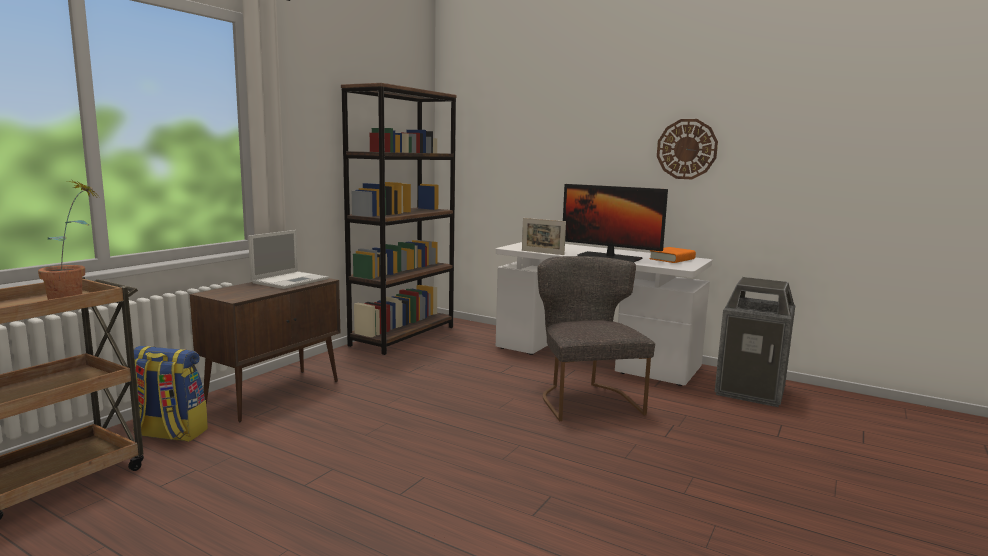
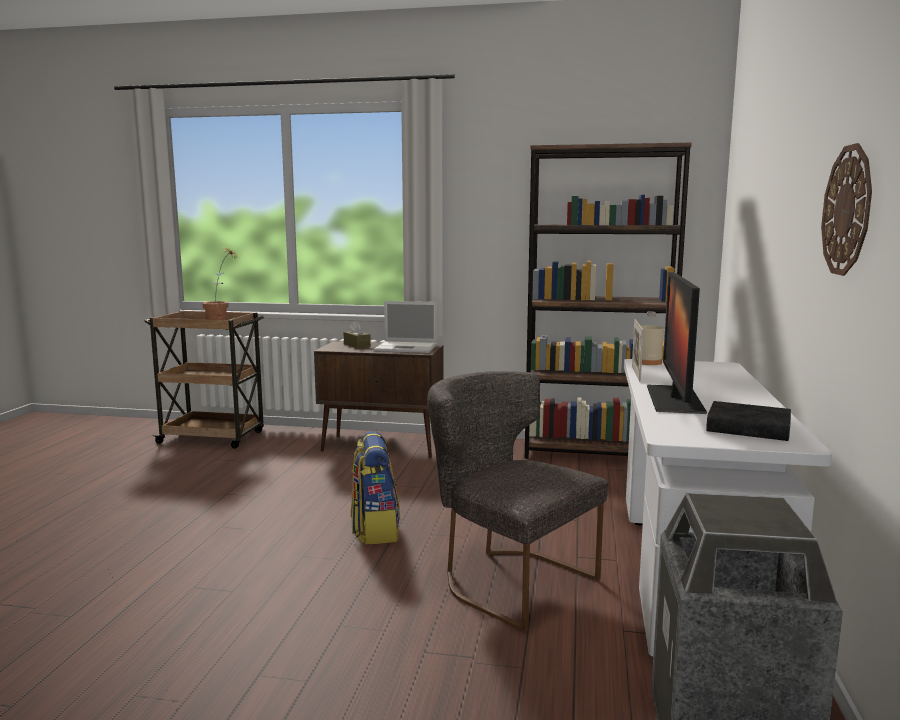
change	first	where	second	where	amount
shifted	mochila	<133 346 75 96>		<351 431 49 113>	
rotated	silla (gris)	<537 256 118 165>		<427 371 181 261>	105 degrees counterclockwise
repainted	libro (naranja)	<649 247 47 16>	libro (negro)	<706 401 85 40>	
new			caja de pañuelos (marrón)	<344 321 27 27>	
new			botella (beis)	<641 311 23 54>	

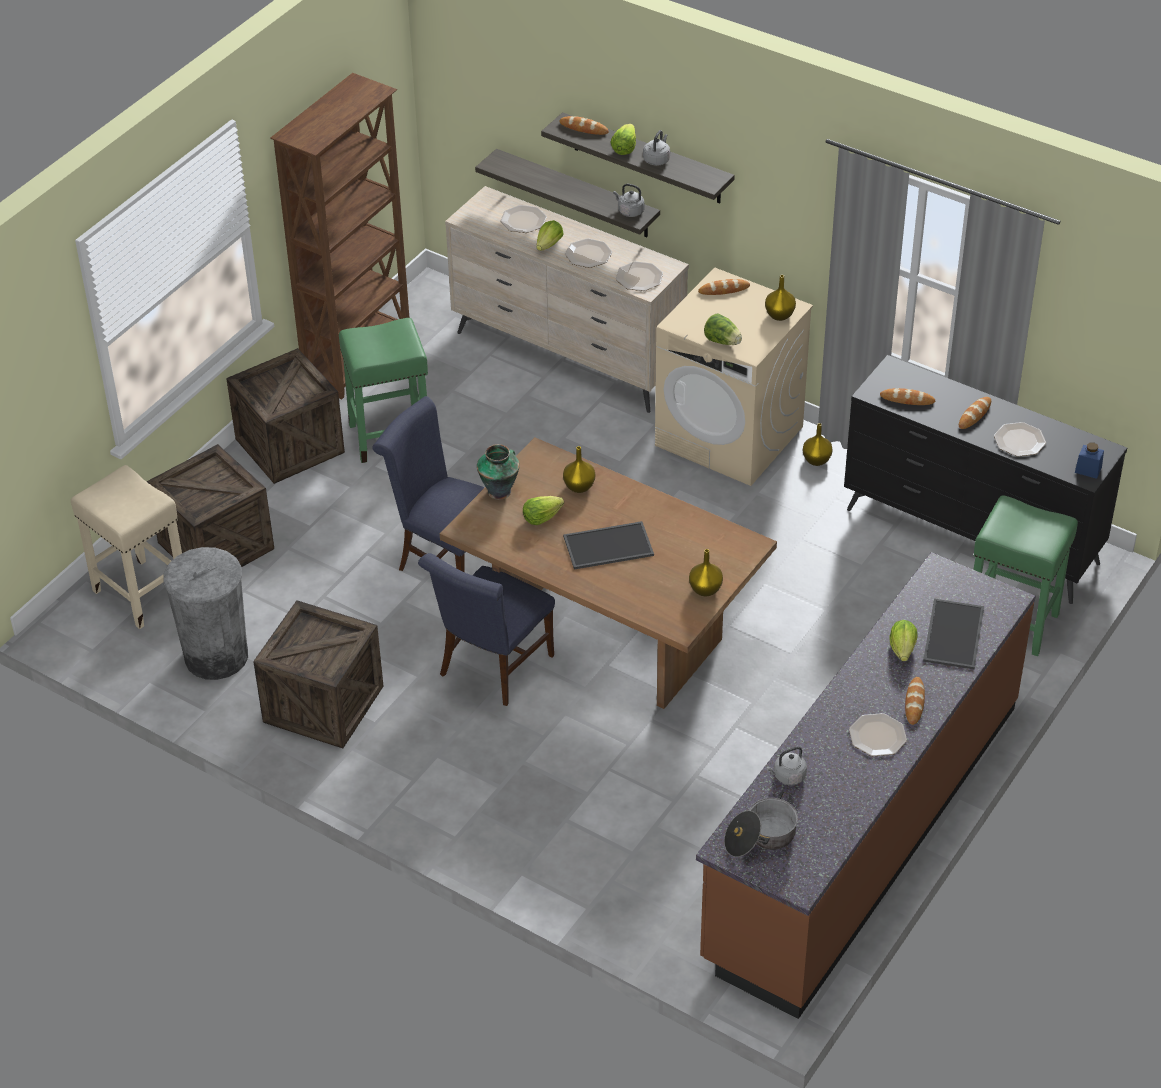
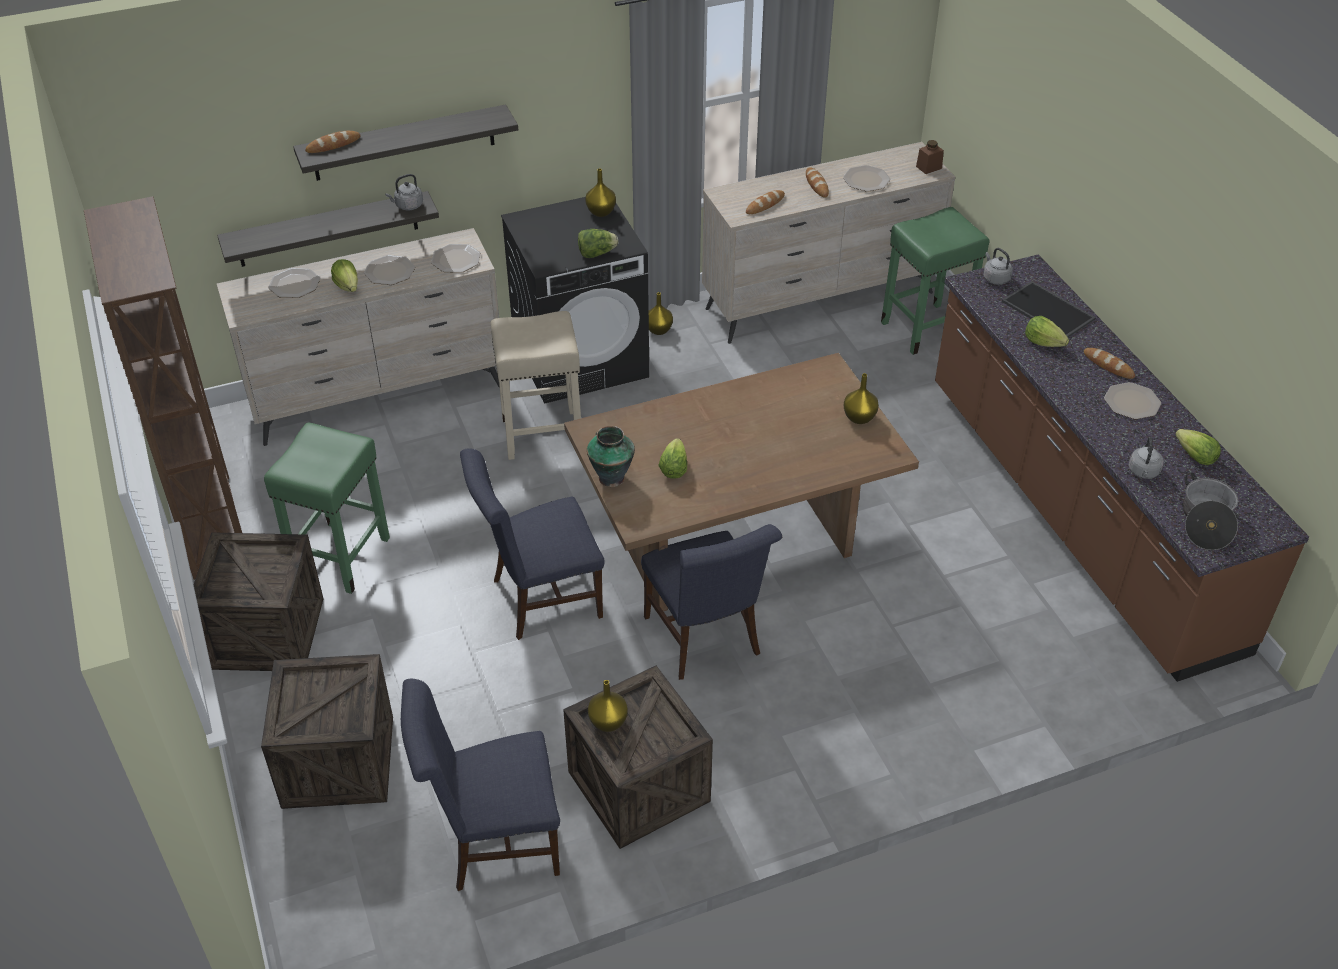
change	first	where	second	where	amount
shifted	taburete (beis)	<71 465 111 164>		<490 311 91 149>	
swapped	papelera (gris)	<163 547 85 133>	silla (azul)	<401 679 159 212>	
shifted	florero (amarillo)	<563 446 32 47>		<588 680 40 52>	
gone	bandeja	<563 521 91 49>			
shifted	lechuga	<610 124 26 31>		<1175 429 46 36>	
shifted	hervidor (gris)	<643 130 27 36>		<983 248 30 37>	
repainted	lavadora (beis)	<655 267 158 219>	lavadora (negro)	<501 197 148 206>	
gone	pan	<698 279 52 16>			
repainted	cómoda (negro)	<844 355 283 249>	cómoda (beis)	<702 142 253 202>	
repainted	tarro (azul)	<1075 442 29 37>	tarro (marrón)	<916 140 28 34>	

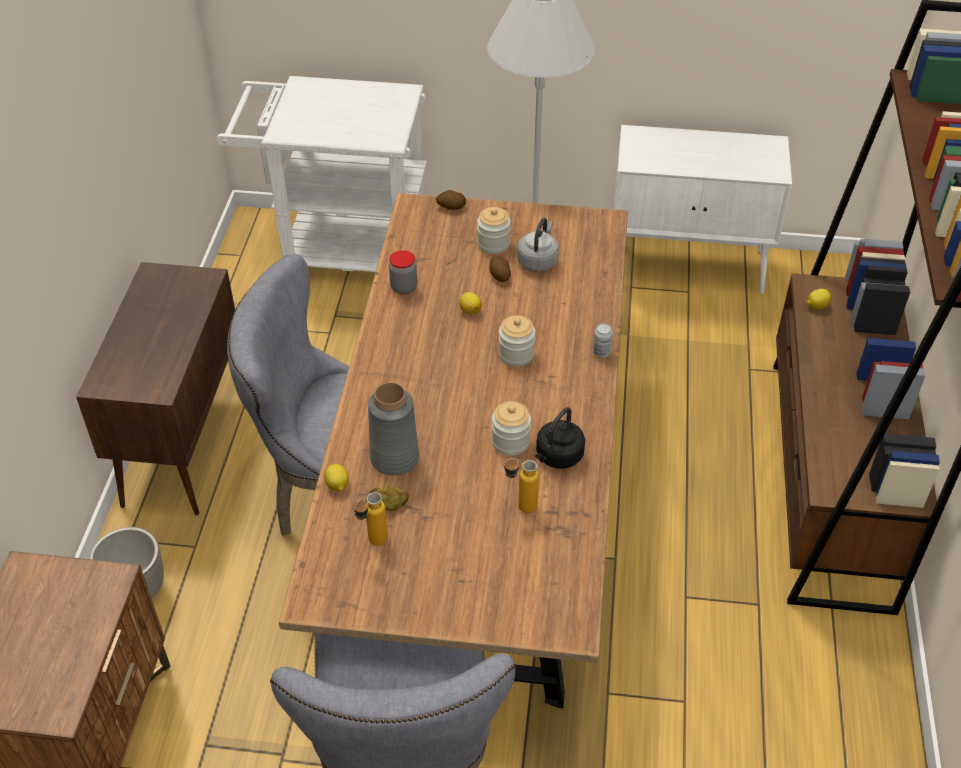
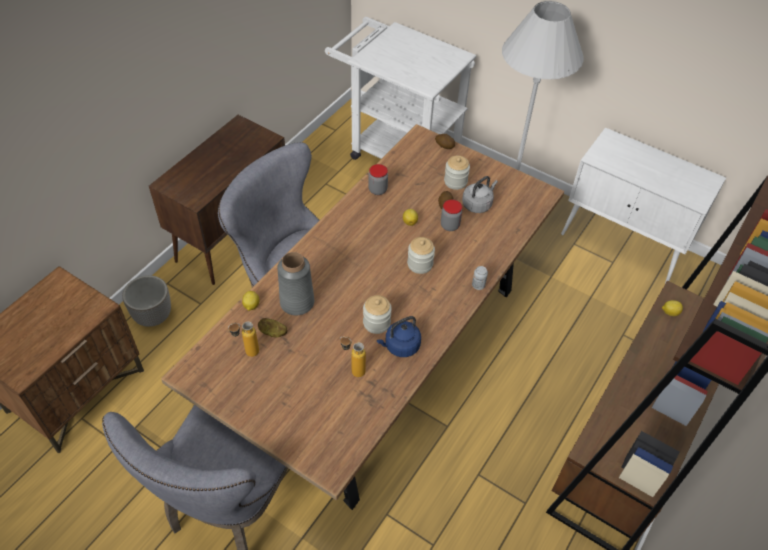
change	first	where	second	where	amount
repainted	hervidor (negro)	<535 407 50 62>	hervidor (azul)	<377 316 44 41>	
new			tarro	<441 200 21 31>	

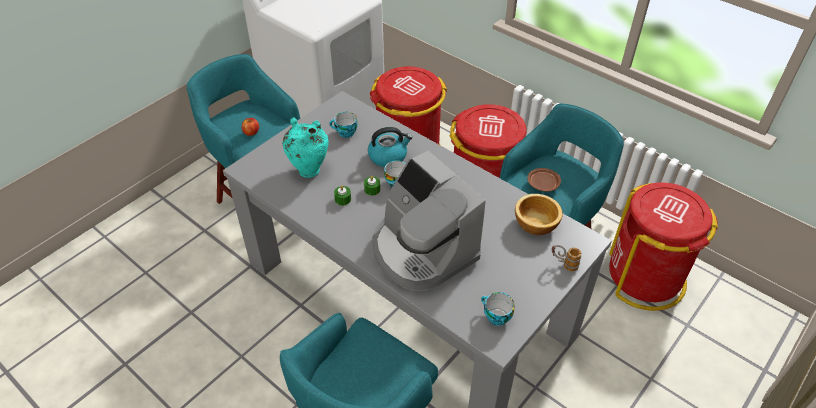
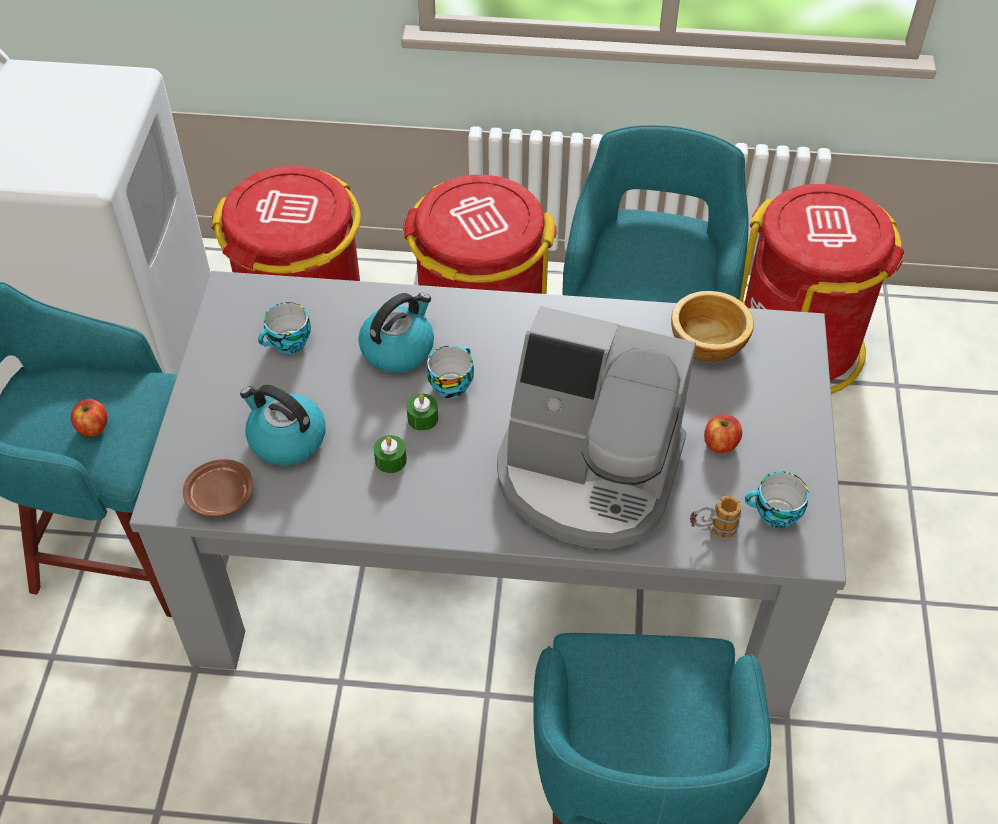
change	first	where	second	where	amount
swapped	florero (turquesa)	<283 117 46 61>	hervidor	<240 385 86 80>	
shifted	plato (marrón)	<527 168 34 24>		<183 459 70 58>	
shifted	taza grande	<552 245 29 26>		<690 496 52 42>	
new			manzana	<704 414 38 39>	

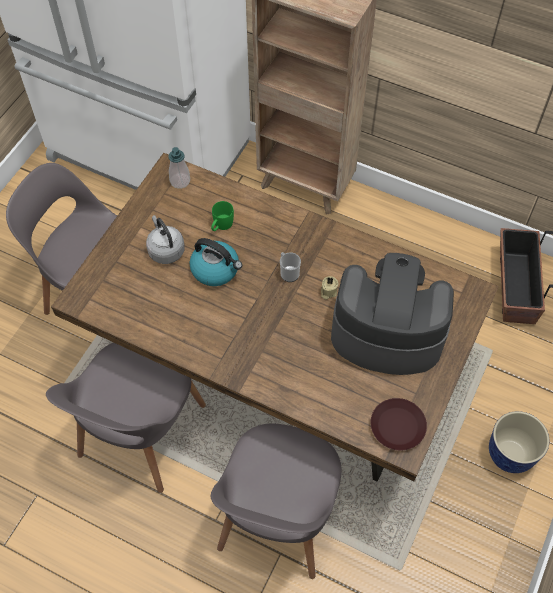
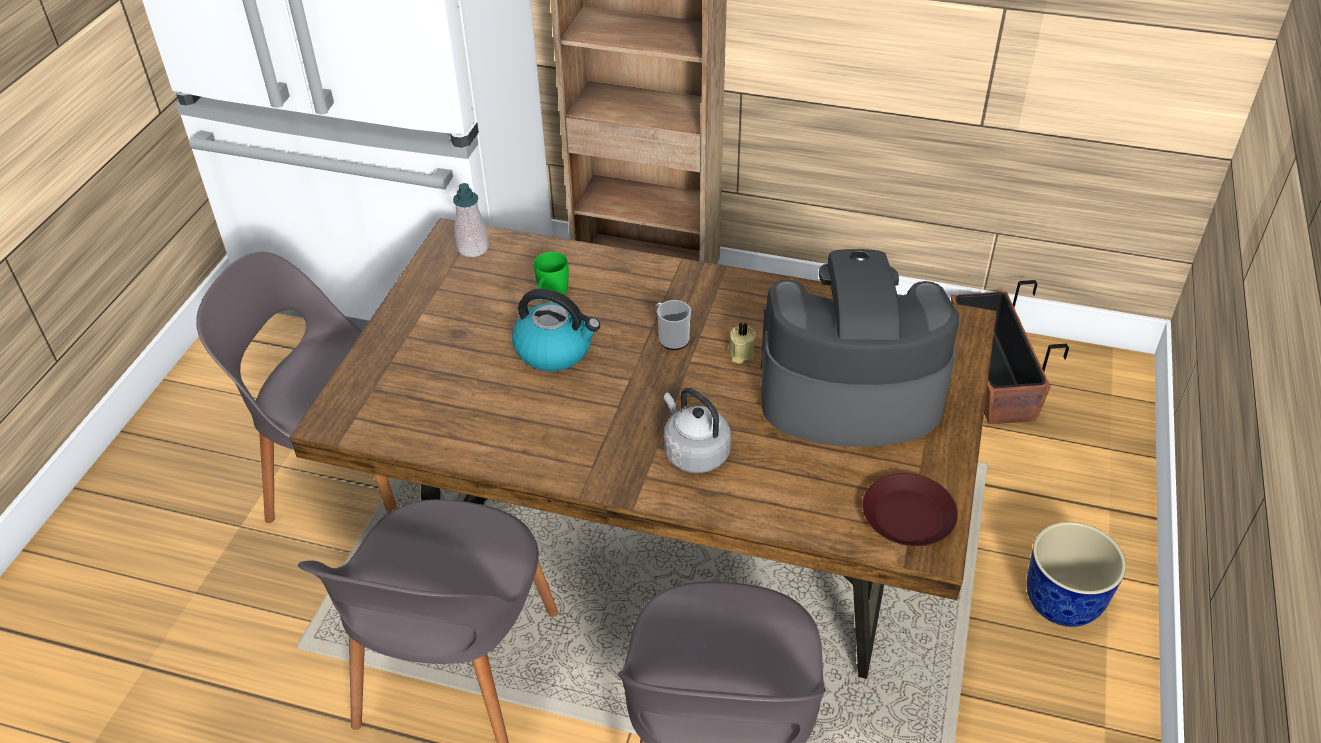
change	first	where	second	where	amount
shifted	hervidor (gris)	<146 215 39 49>		<664 388 67 85>	

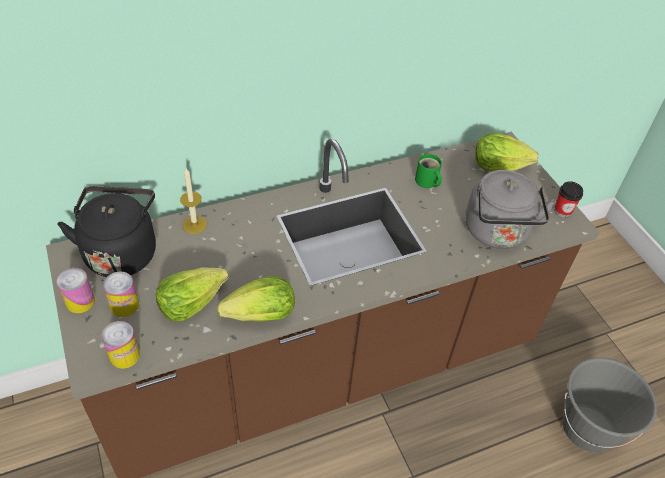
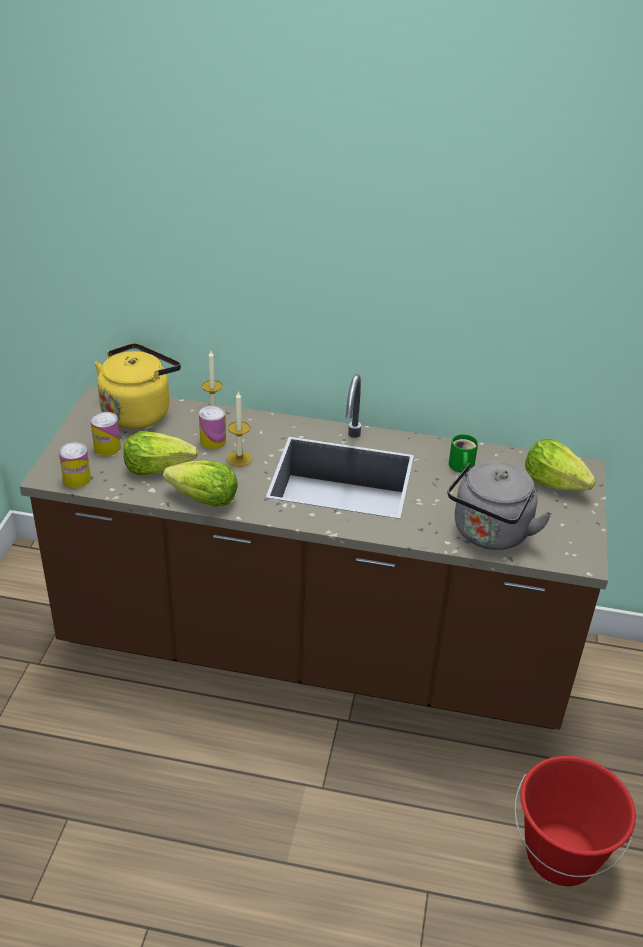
change	first	where	second	where	amount
shifted	lata	<57 268 38 45>		<199 406 27 43>	
repainted	hervidor (negro)	<58 186 98 91>	hervidor (amarillo)	<95 343 86 86>	
gone	taza	<554 181 29 36>			
repainted	cubo (gris)	<563 358 94 94>	cubo (rojo)	<514 756 122 130>	
new			vela	<227 391 25 76>	

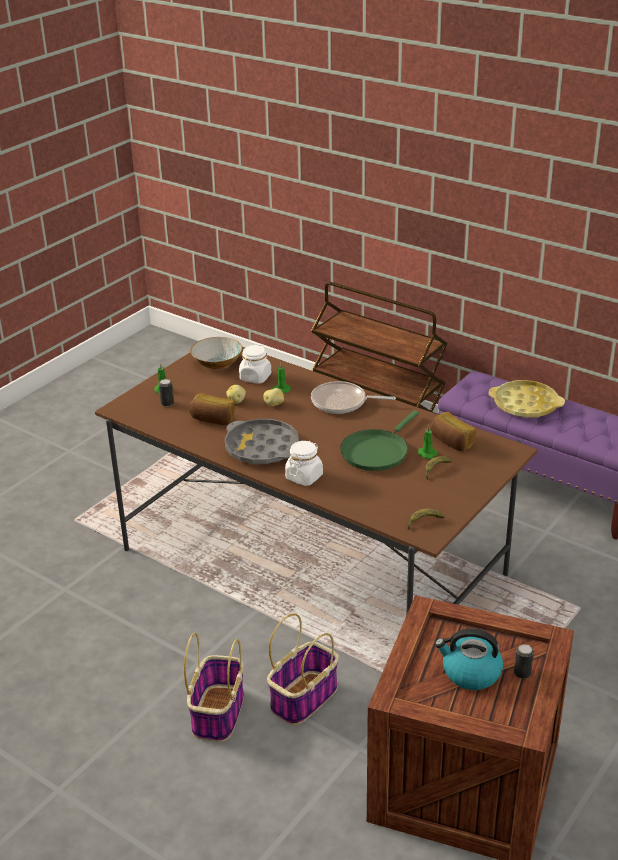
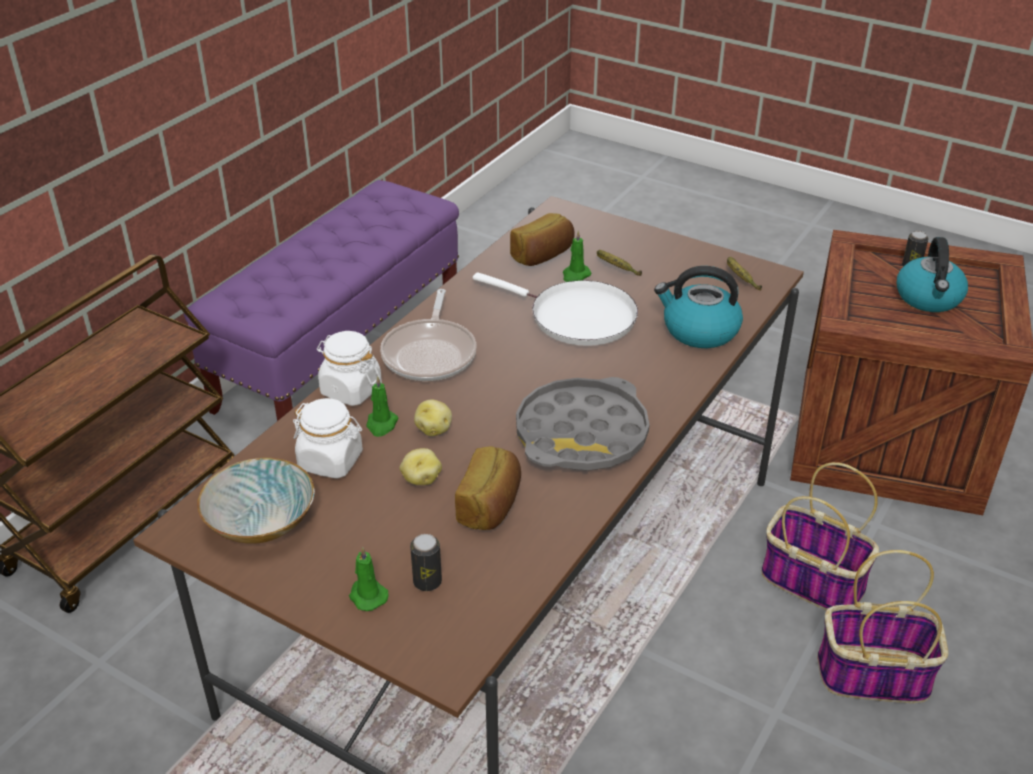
change	first	where	second	where	amount
shifted	tarro (blanco)	<285 441 38 45>		<317 331 65 75>	
repainted	sartén (verde)	<340 410 79 61>	sartén (blanco)	<473 272 165 74>	
gone	bandeja (amarillo)	<489 380 76 38>			
new			hervidor	<654 266 89 82>	

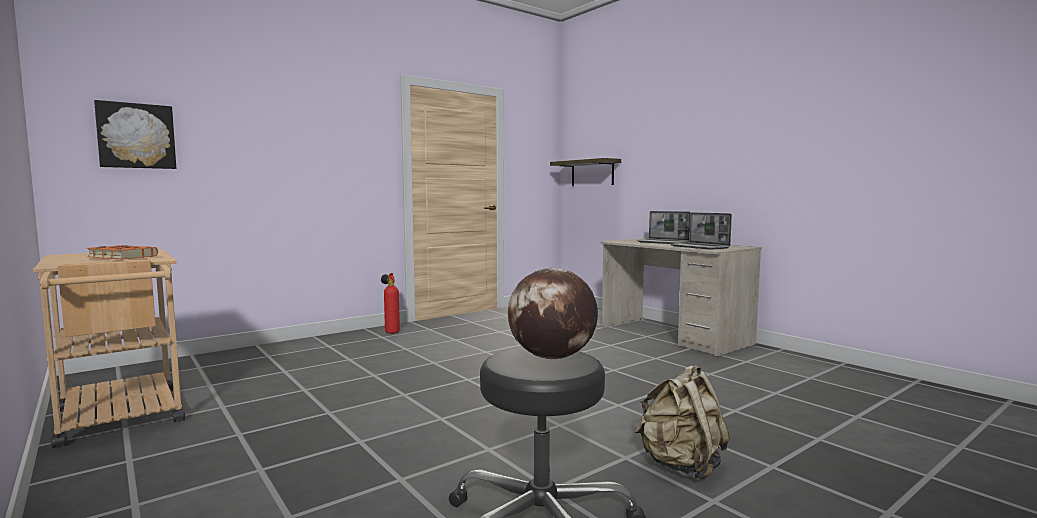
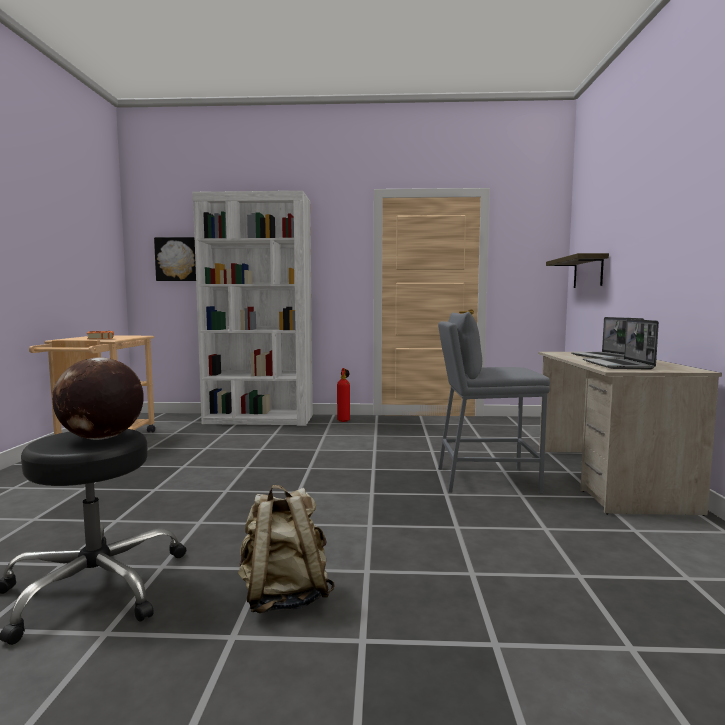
change	first	where	second	where	amount
new			estantería (blanco)	<192 191 121 235>	
new			taburete (gris)	<438 312 112 182>	

